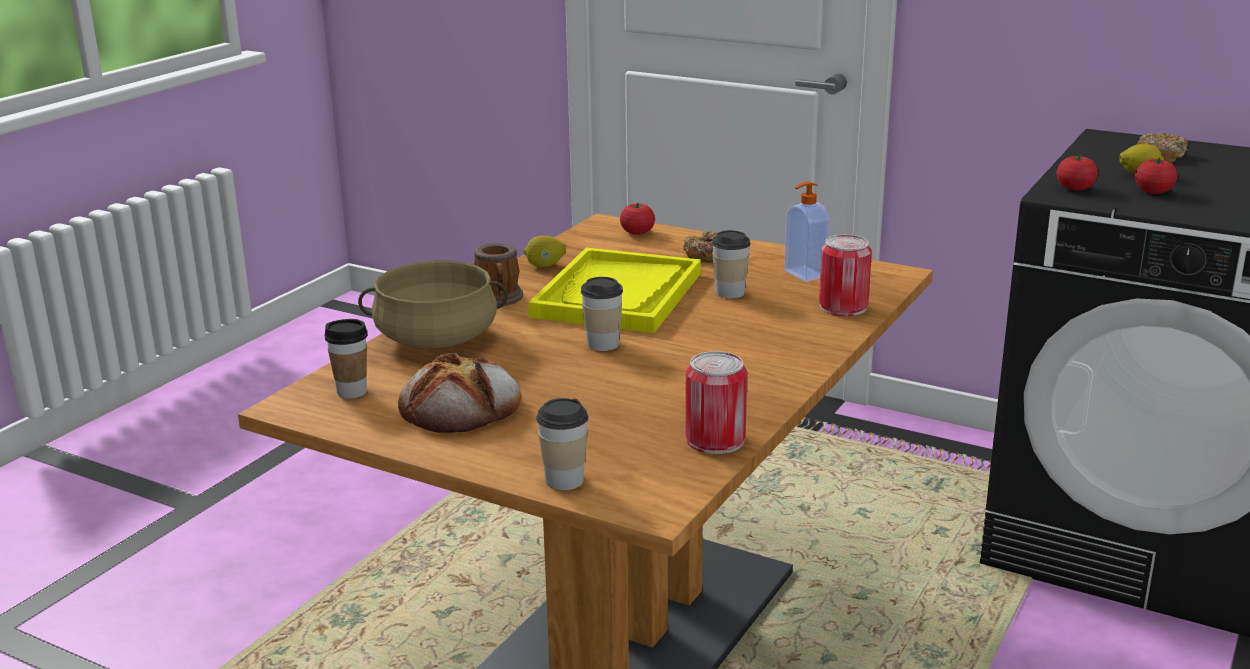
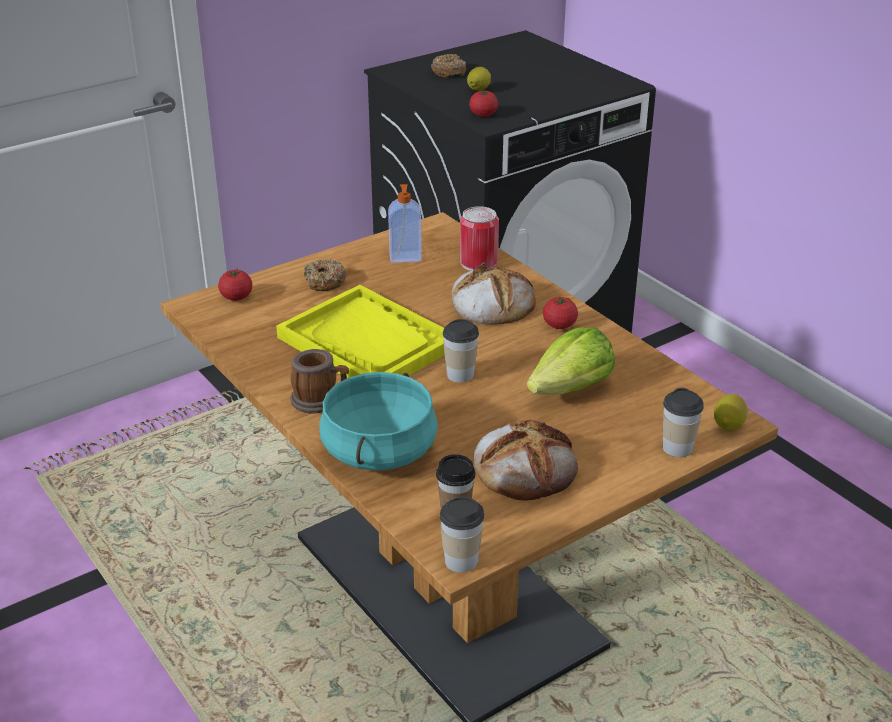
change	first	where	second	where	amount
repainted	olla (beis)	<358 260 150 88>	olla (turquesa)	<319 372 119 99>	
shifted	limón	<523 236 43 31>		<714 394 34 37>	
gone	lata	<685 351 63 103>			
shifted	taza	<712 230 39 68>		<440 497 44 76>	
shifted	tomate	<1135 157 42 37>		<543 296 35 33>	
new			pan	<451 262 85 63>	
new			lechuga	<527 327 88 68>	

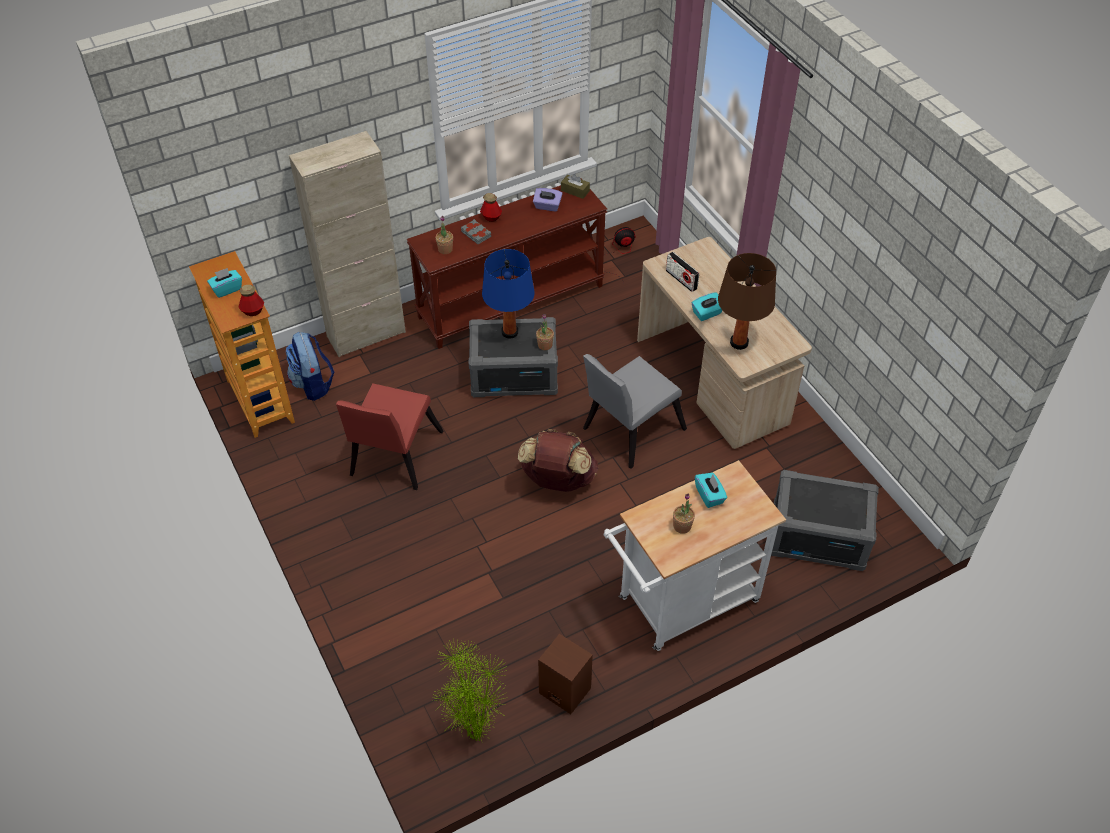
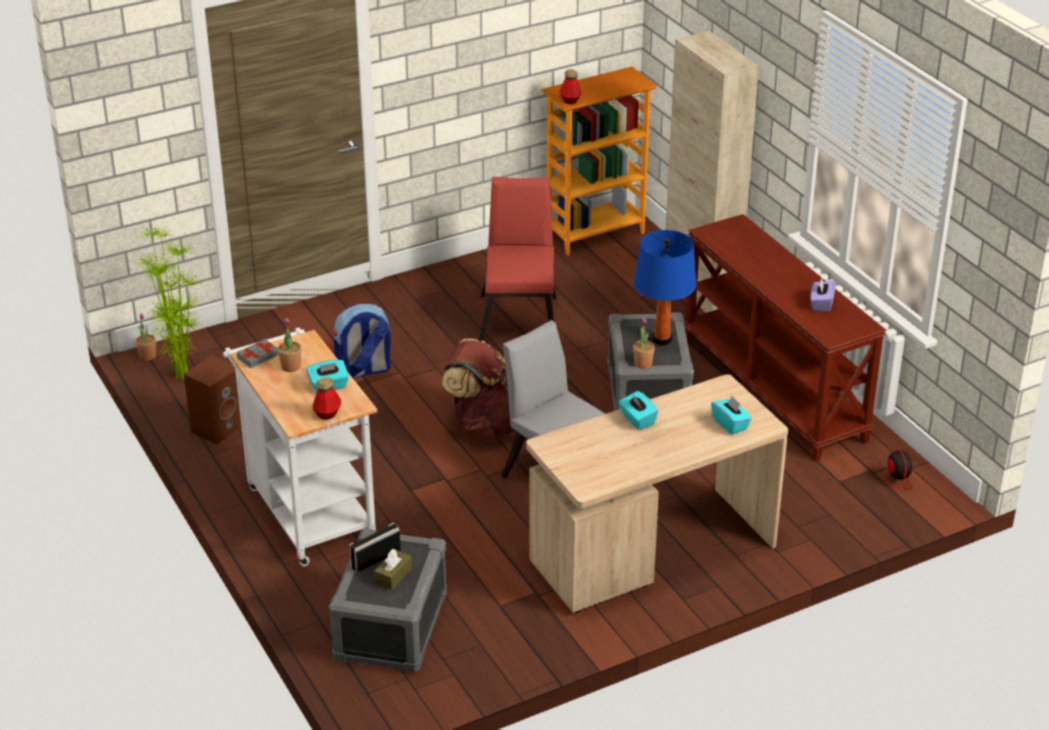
change	first	where	second	where	amount
shifted	caja de pañuelos (turquesa)	<207 268 35 30>		<711 395 41 40>	
shifted	mochila	<286 332 48 69>		<333 304 58 75>	
rotated	silla (rojo)	<336 383 108 107>		<479 177 77 164>	75 degrees clockwise
shifted	planta en maceta	<436 215 17 39>		<136 314 20 47>	
shifted	libro (gris)	<461 219 30 25>		<237 338 41 30>	
shifted	botella	<480 193 22 29>		<313 377 28 43>	
shifted	caja de pañuelos (marrón)	<561 174 29 25>		<374 549 38 41>	
shifted	radio	<666 252 33 40>		<349 523 52 50>	
gone	lámpara de mesa (marrón)	<718 253 58 97>			

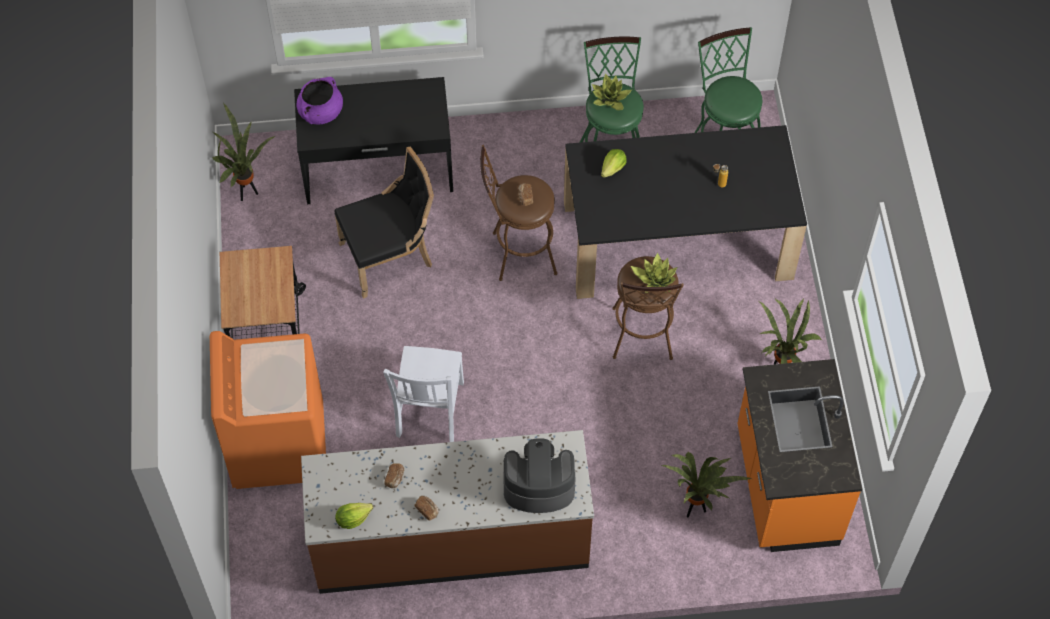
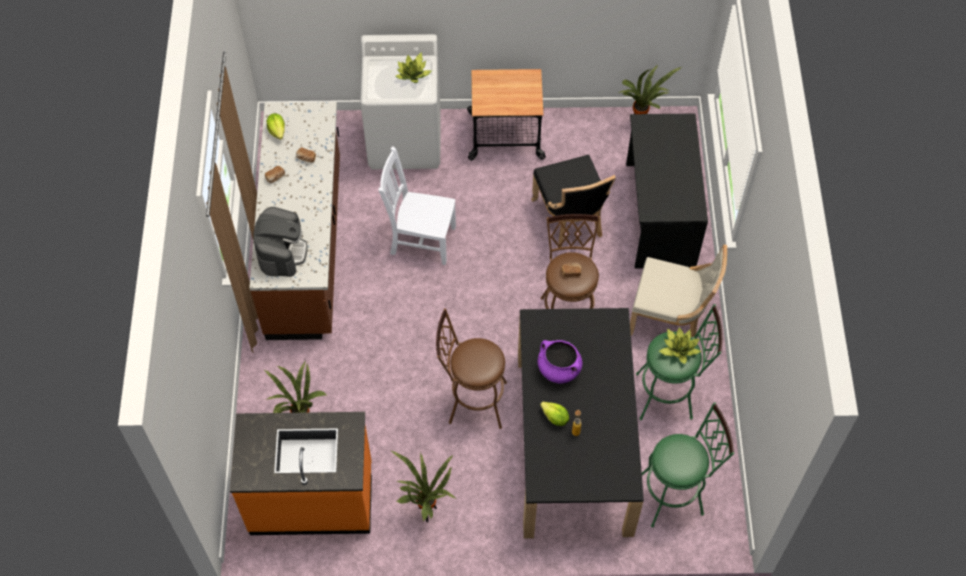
change	first	where	second	where	amount
repainted	lavadora (naranja)	<210 331 116 158>	lavadora (blanco)	<360 34 80 135>	
shifted	olla (morado)	<297 77 46 47>		<538 340 45 43>	
shifted	lechuga	<601 149 26 29>		<540 402 29 24>	
shifted	planta en maceta	<631 252 46 41>		<396 52 36 31>	
new			silla (beis)	<630 244 97 93>	

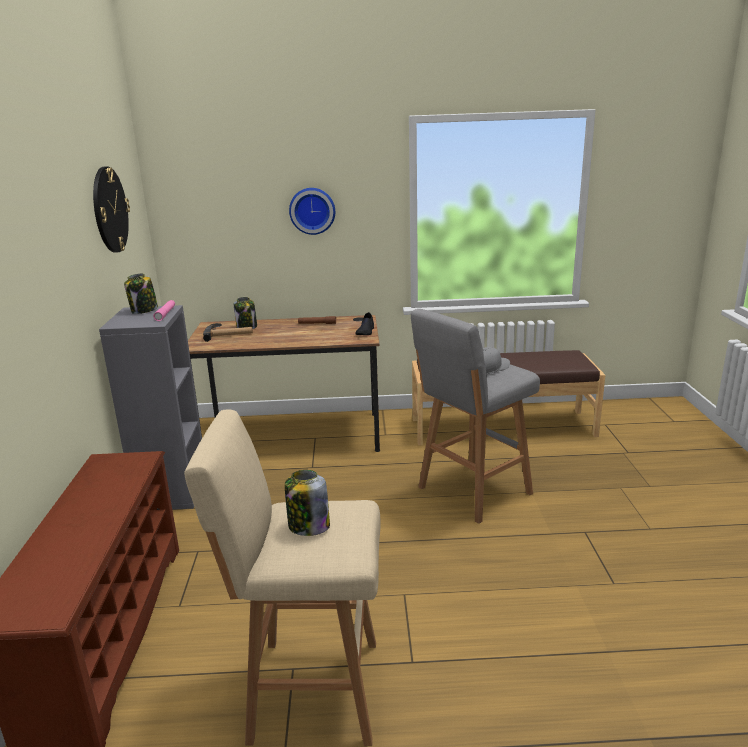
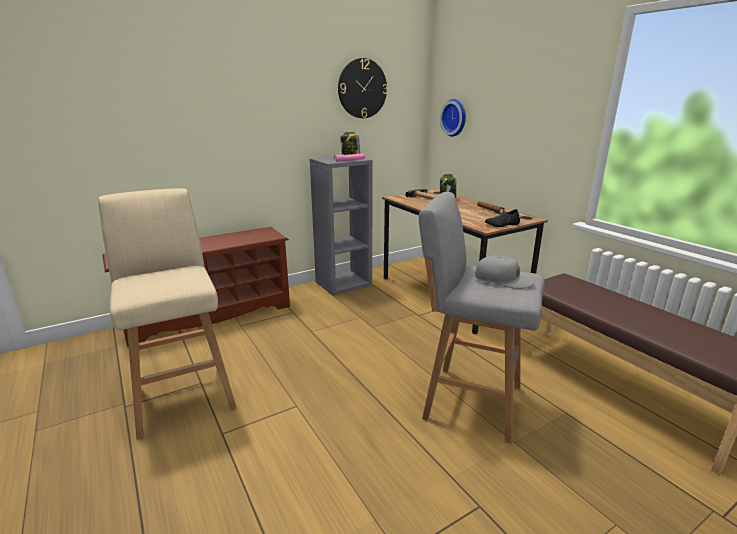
change	first	where	second	where	amount
gone	tarro	<285 470 45 66>			
shifted	reloj de pared	<289 188 46 47>		<440 99 26 38>	

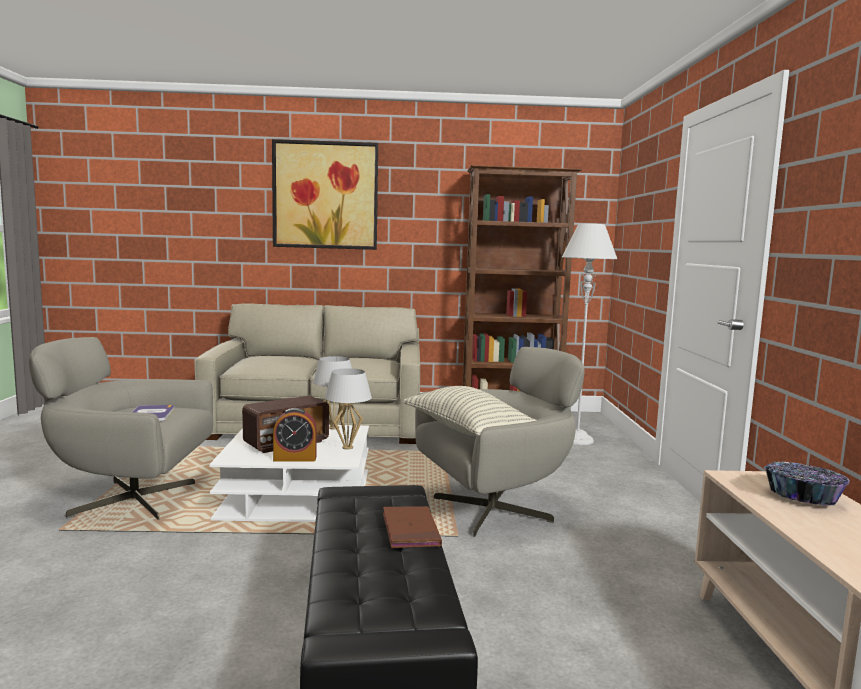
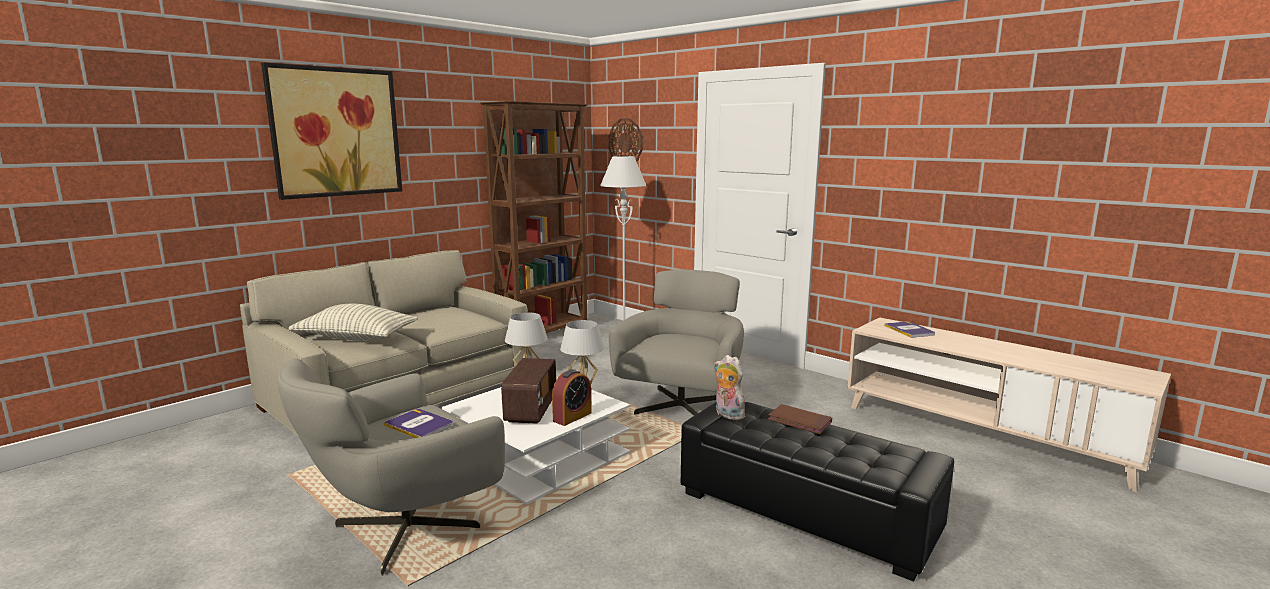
change	first	where	second	where	amount
shifted	cojín	<403 386 133 50>		<288 304 130 37>	
swapped	cuenco	<764 462 85 44>	libro	<884 321 51 17>	
new			reloj de pared	<608 118 35 44>	
new			peluche	<713 355 36 65>	

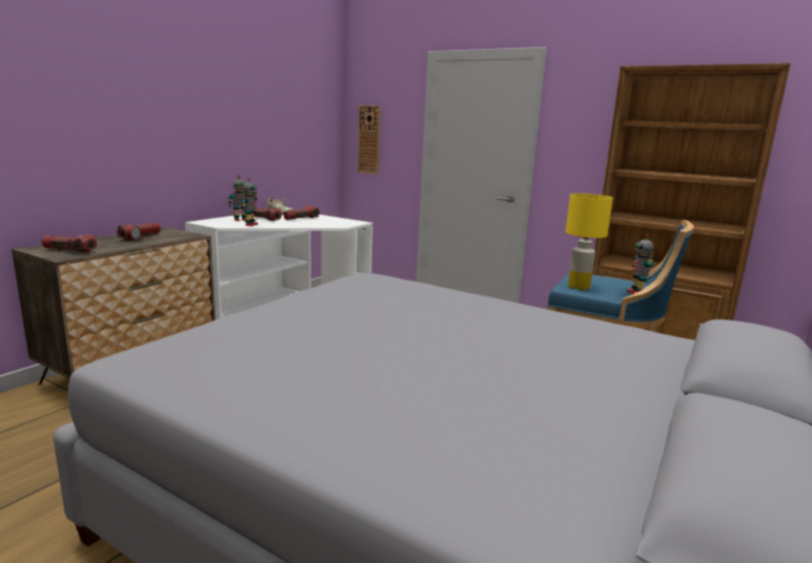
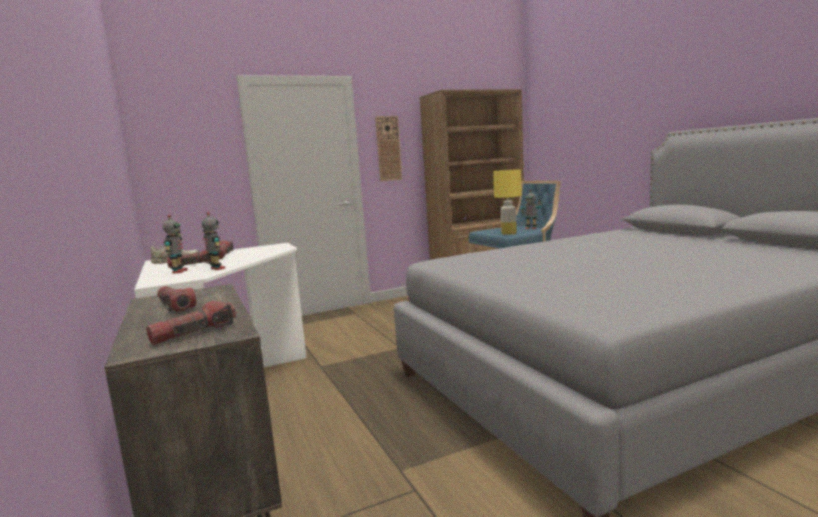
change	first	where	second	where	amount
shifted	reloj de pared	<358 105 22 69>		<375 116 27 65>	

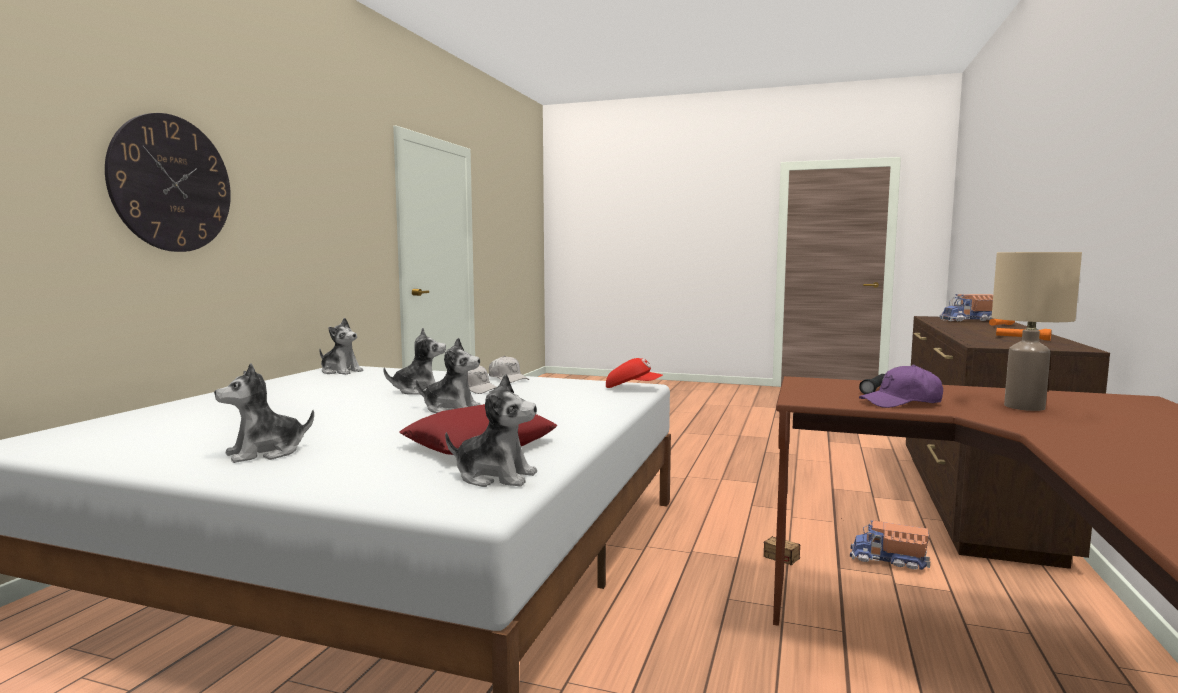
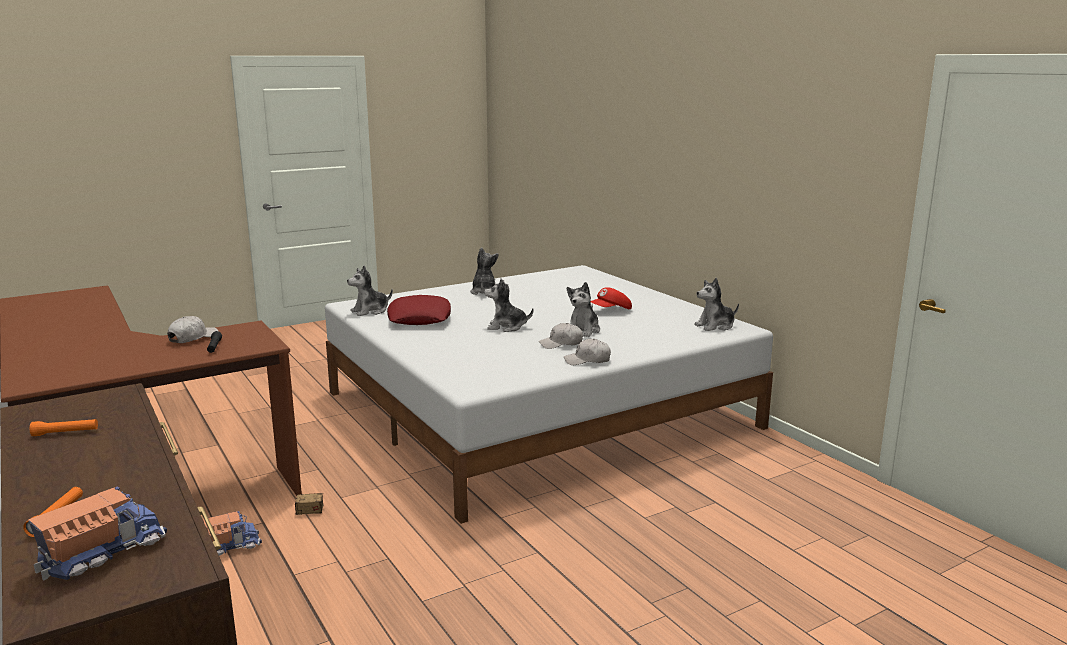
change	first	where	second	where	amount
gone	reloj de pared	<105 113 126 139>			
rotated	peluche	<416 338 65 75>		<484 278 50 54>	45 degrees clockwise
shifted	gorra (rojo)	<606 358 57 30>		<590 287 42 22>	
repainted	gorra (morado)	<859 364 84 44>	gorra (blanco)	<167 316 51 27>	
gone	lámpara de mesa (beis)	<992 252 90 159>			

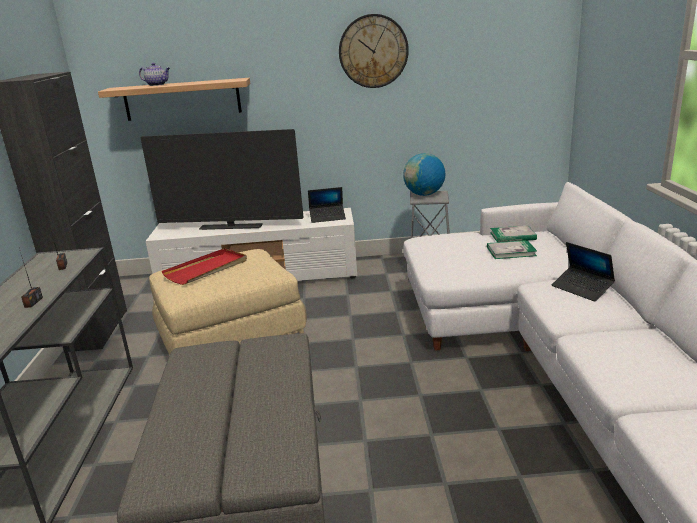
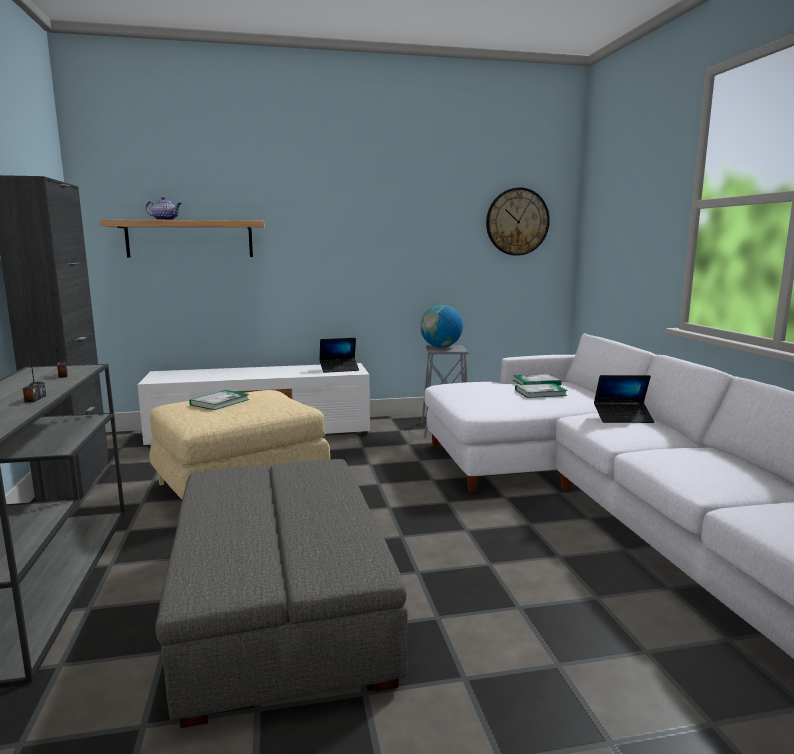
change	first	where	second	where	amount
gone	televisor	<141 129 163 101>			
swapped	bandeja (rojo)	<162 248 85 37>	libro	<189 390 61 20>	
shifted	reloj de pared	<339 14 70 74>		<486 187 64 69>	
rotated	portátil	<552 242 63 60>		<594 375 60 48>	45 degrees counterclockwise

